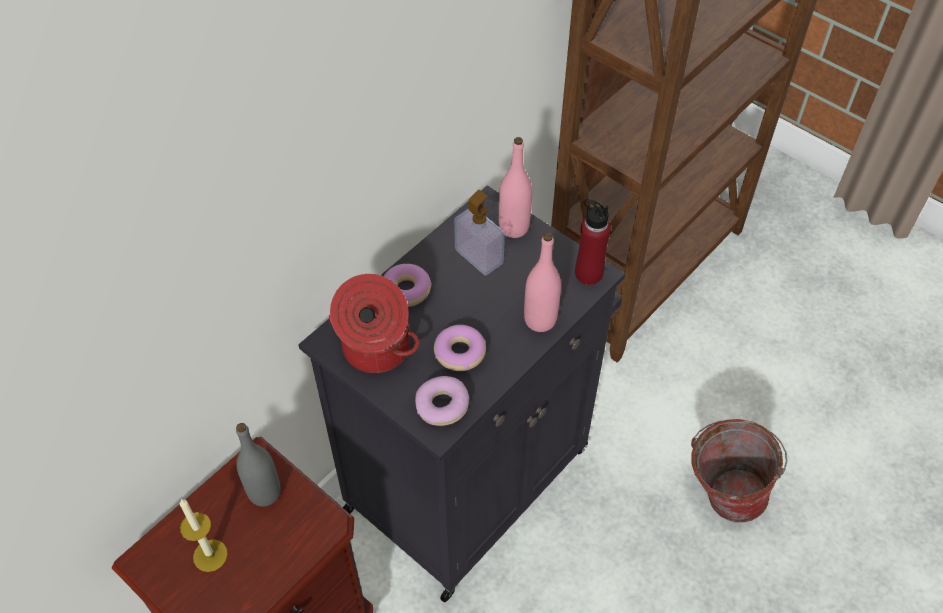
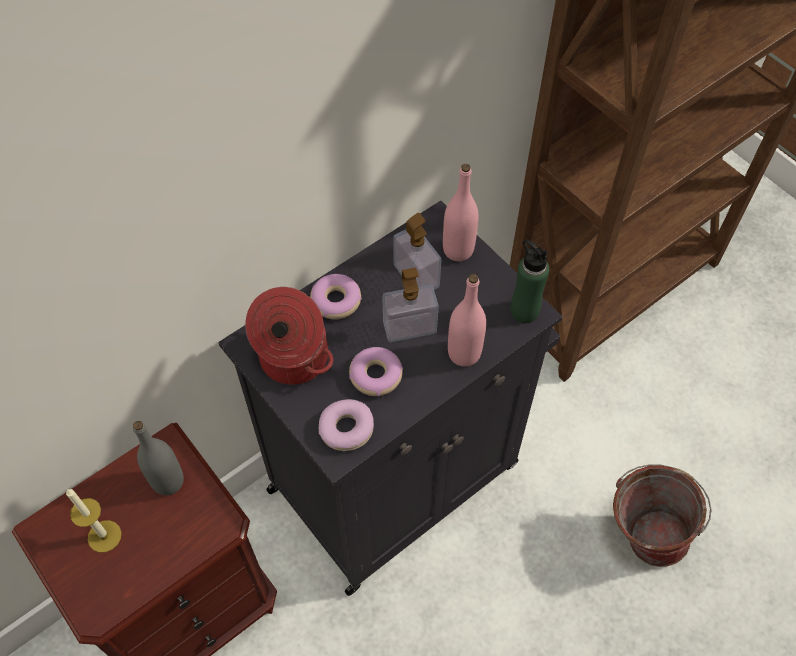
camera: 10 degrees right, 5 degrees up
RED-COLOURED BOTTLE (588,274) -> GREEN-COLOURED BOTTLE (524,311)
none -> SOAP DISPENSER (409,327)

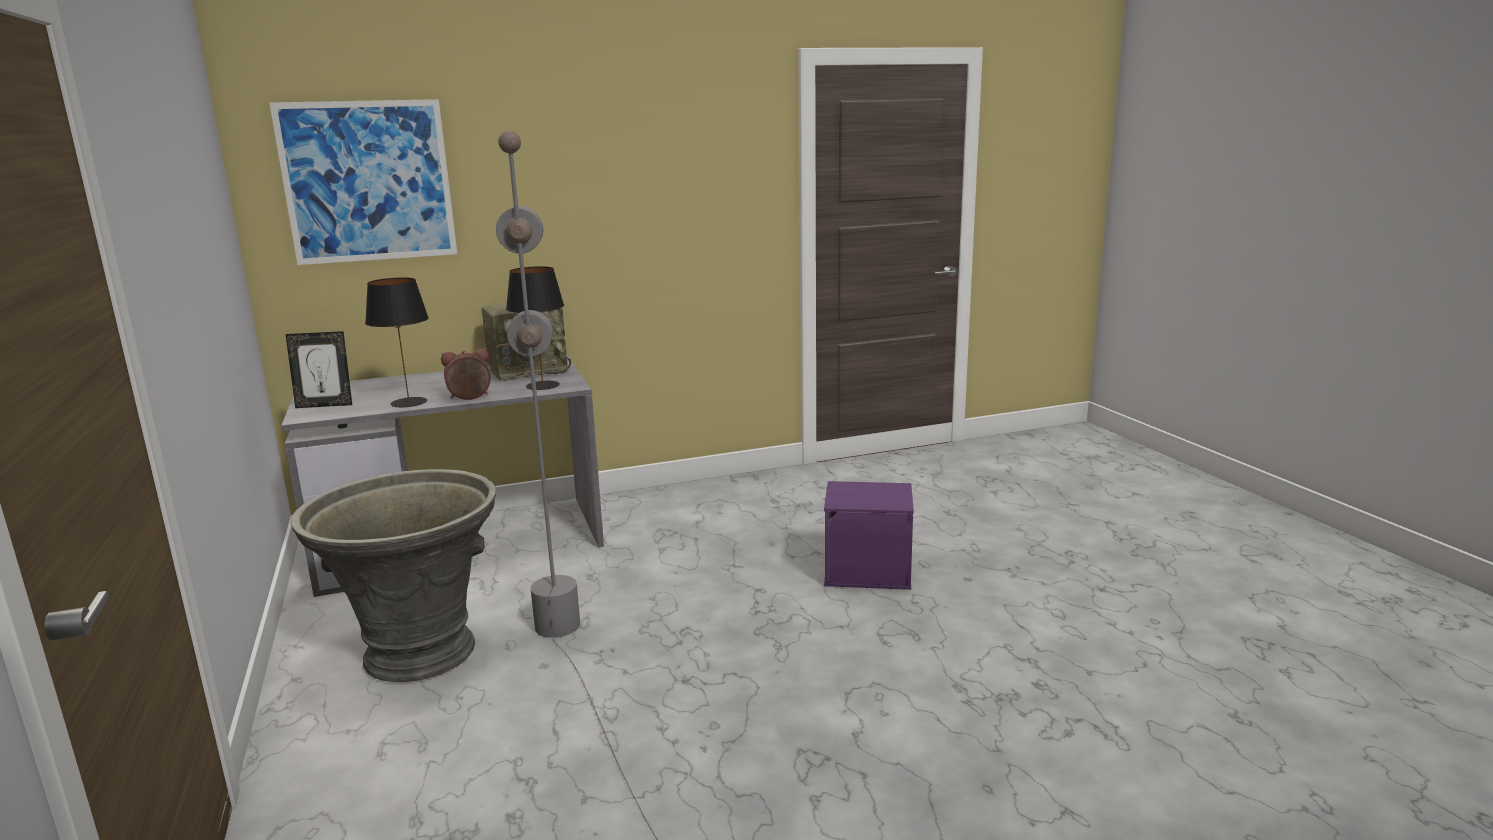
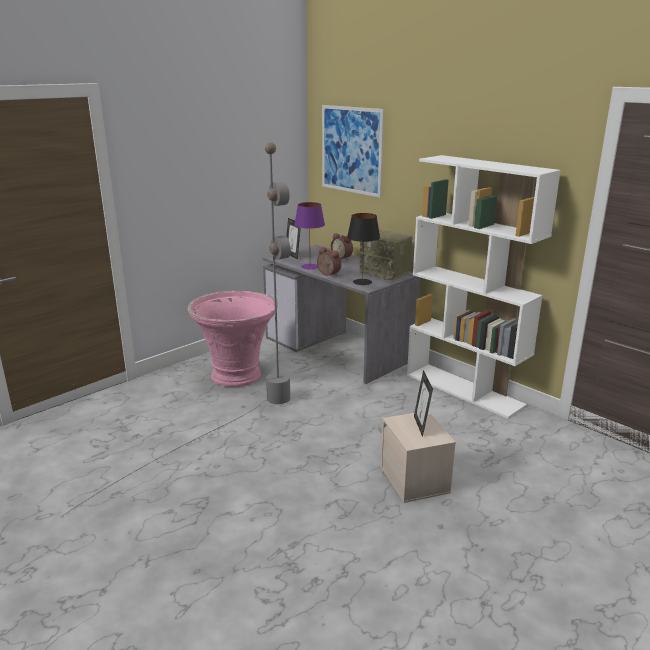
camera: 65 degrees right, 5 degrees up
GRAY PLANTER (420,652) -> PINKISH PLANTER (237,375)
BLACKISH TABLETOP LAMP (408,402) -> PURPLE-COLOURED TABLETOP LAMP (309,266)
PURPLE-COLOURED STORAGE BIN (869,570) -> SAND-COLOURED STORAGE BIN (415,480)
none -> TABLE CLOCK (342,257)
none -> WHITISH BOOKCASE (465,390)
none -> PICTURE FRAME (421,426)

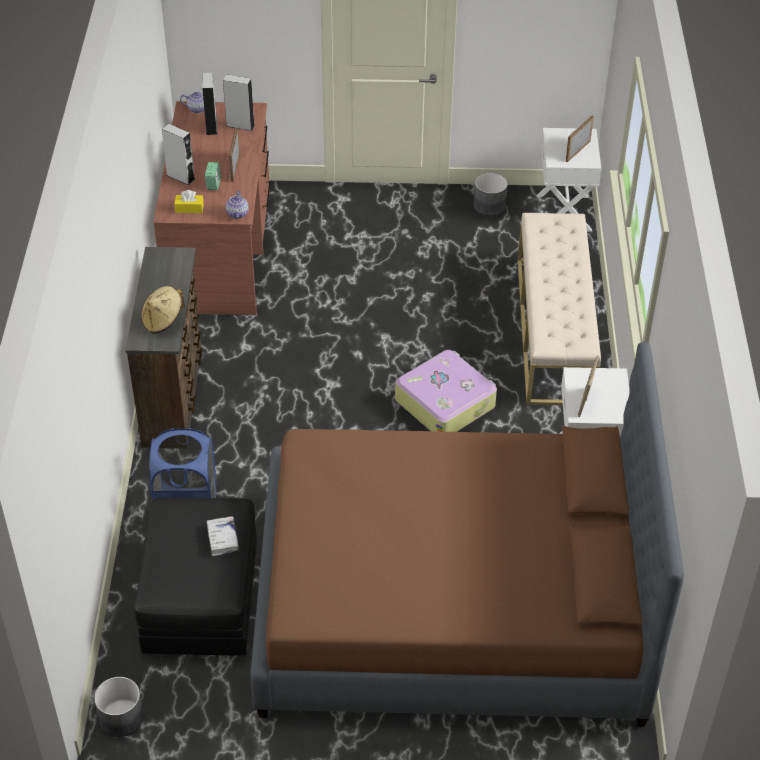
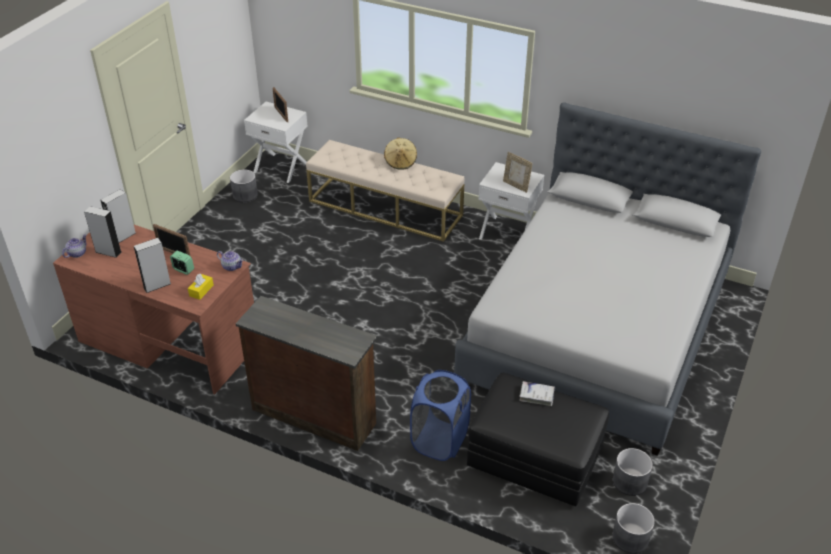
camera: 65 degrees left, 5 degrees down
SAND-COLOURED WEARABLE HAT (163,321) -> SAND-COLOURED WEARABLE HAT (400,162), shifted
BROWNISH SLEEPING BED (450,604) -> GRAY SLEEPING BED (597,330)
SUITCASE (445,402) -> none
none -> GRAY PLANTER (629,482)

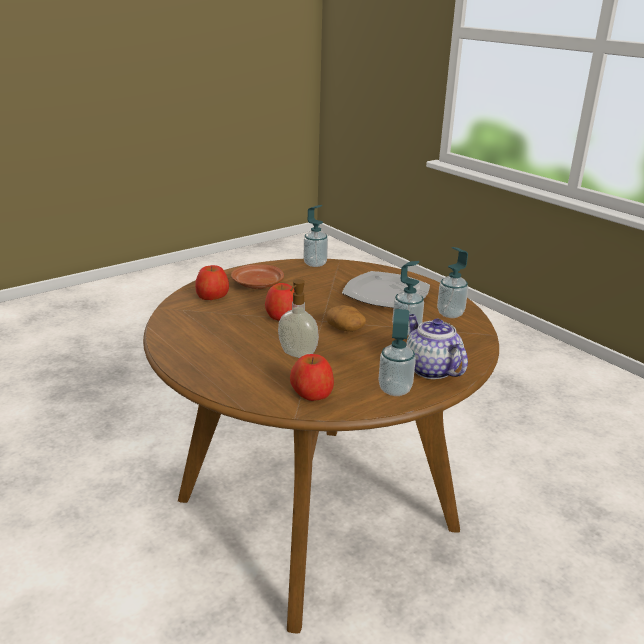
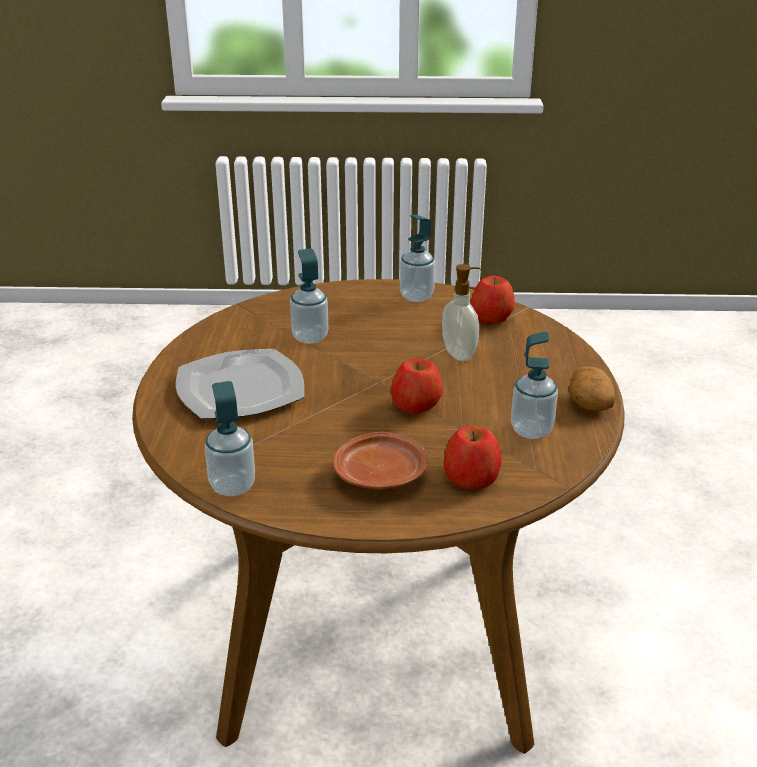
camera: 140 degrees left, 5 degrees up
SPUD (346,329) -> SPUD (589,402), shifted
TEA POT (430,369) -> none
SOAP DISPENSER (450,314) -> SOAP DISPENSER (531,430), shifted

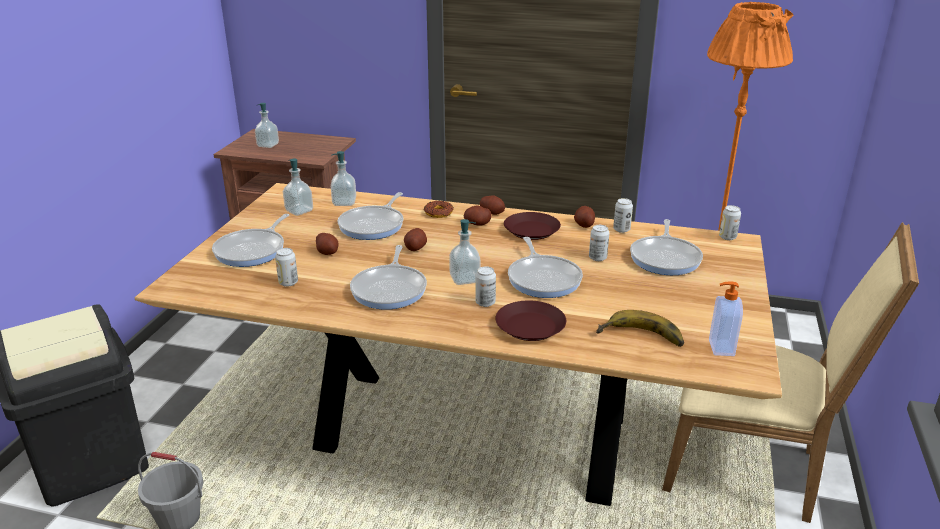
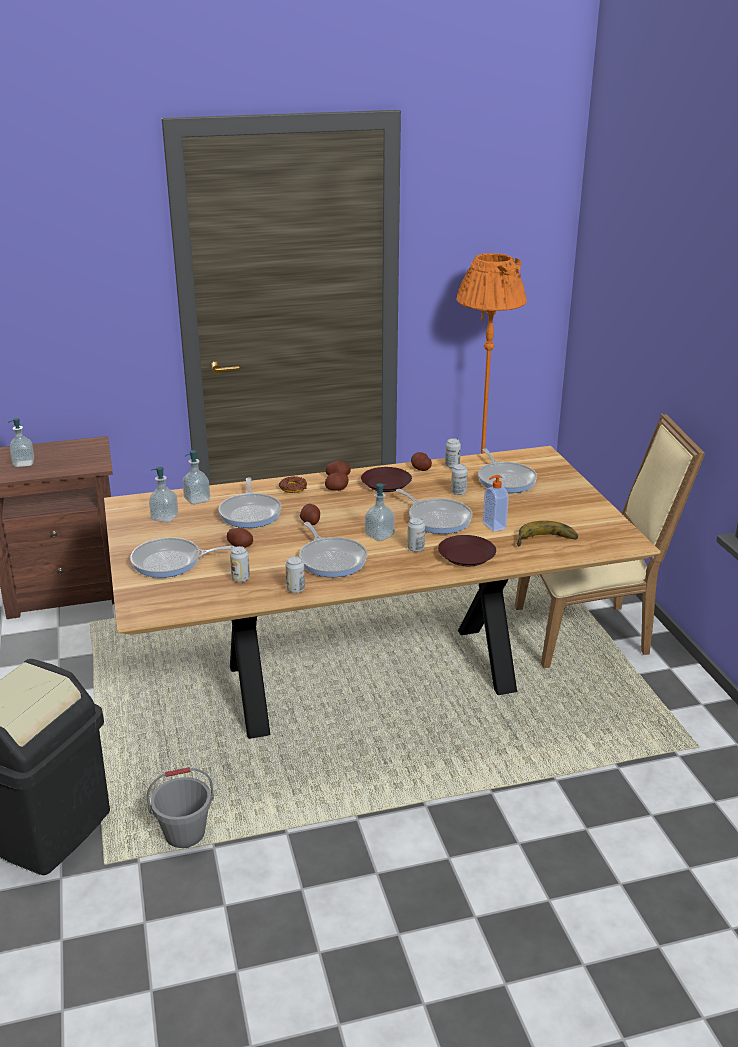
camera: 30 degrees left, 0 degrees up
FRYING PAN (253,250) -> FRYING PAN (171,562), 90 degrees clockwise
SOAP DISPENSER (720,348) -> SOAP DISPENSER (493,526), shifted
METAL CAN (727,237) -> METAL CAN (295,589), shifted

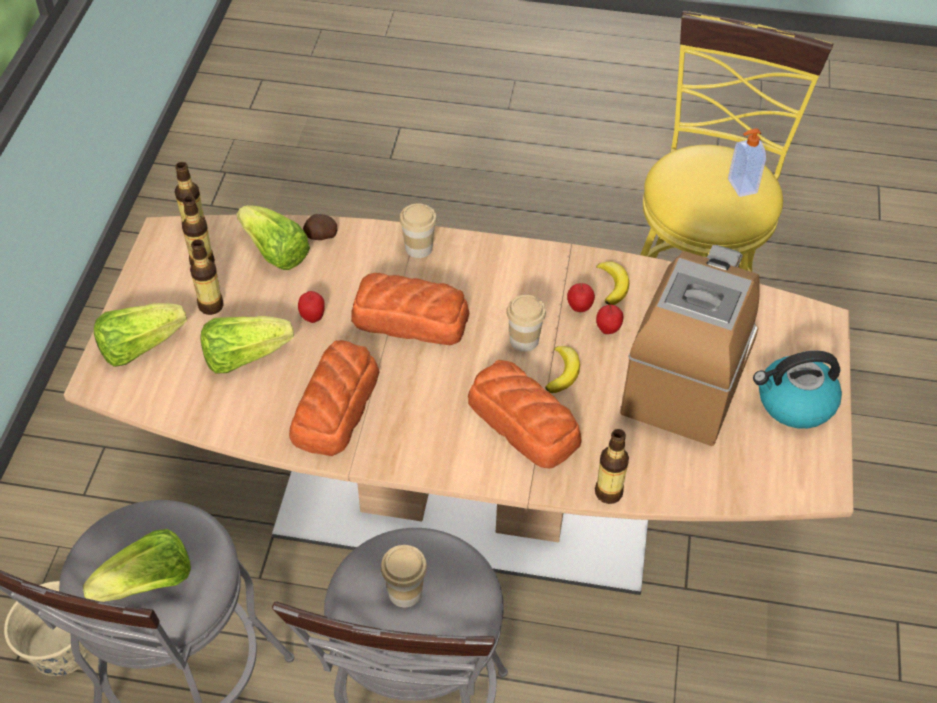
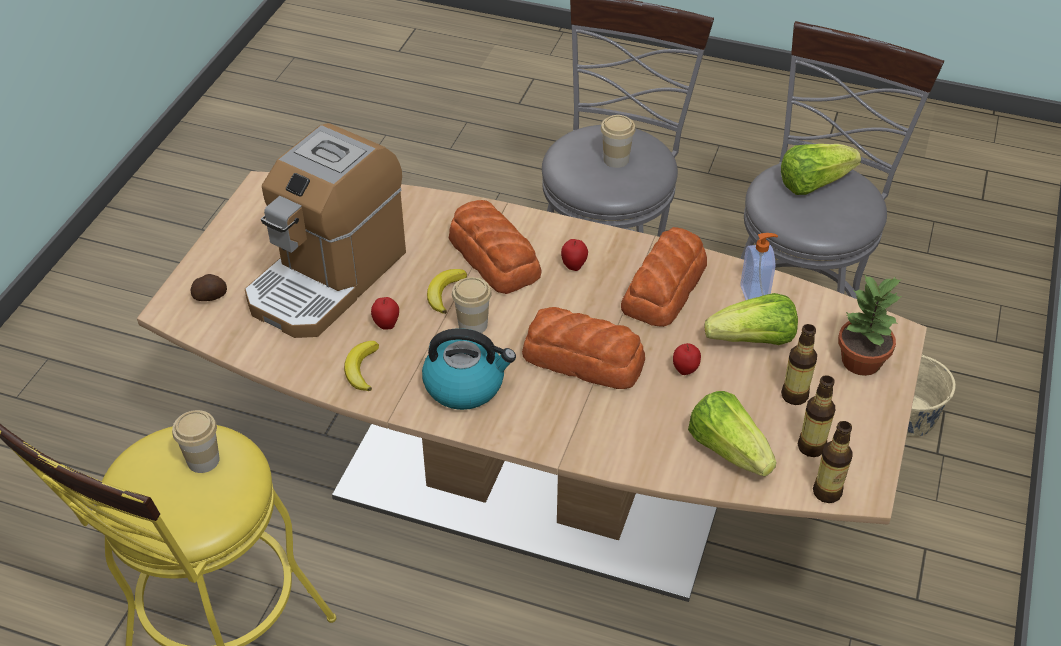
camera: 170 degrees left, 5 degrees down
LETTUCE HEAD (140,346) -> POTTED PLANT (862,362)
SPUD (321,236) -> SPUD (211,297), shifted
SMALL CUP (418,248) -> SMALL CUP (203,460), shifted
APPLE FRUIT (579,308) -> APPLE FRUIT (574,266), shifted
BOTTLE (608,492) -> none
SOAP DISPENSER (741,186) -> SOAP DISPENSER (755,294), shifted
KETTLE (794,403) -> KETTLE (465,385), shifted

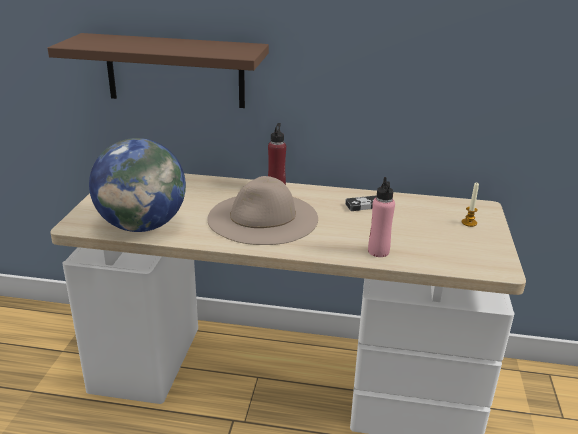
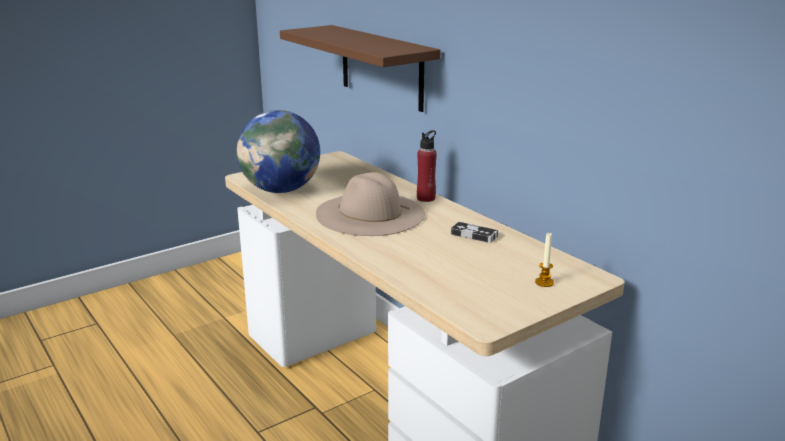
camera: 45 degrees right, 5 degrees down
PINKISH BOTTLE (378,251) -> none

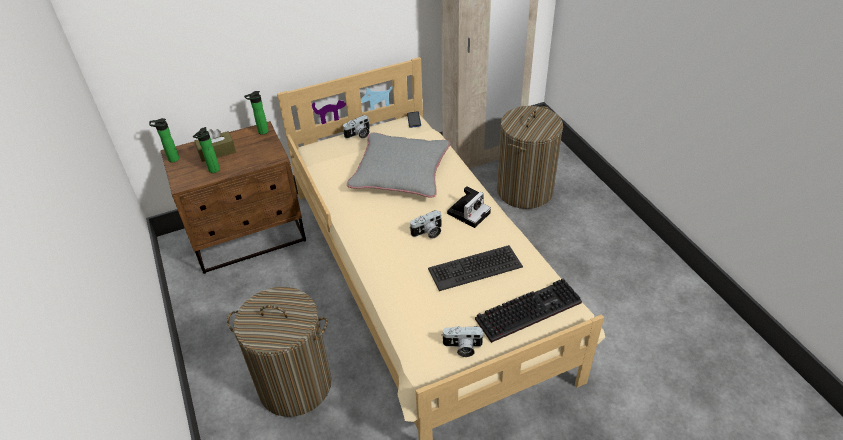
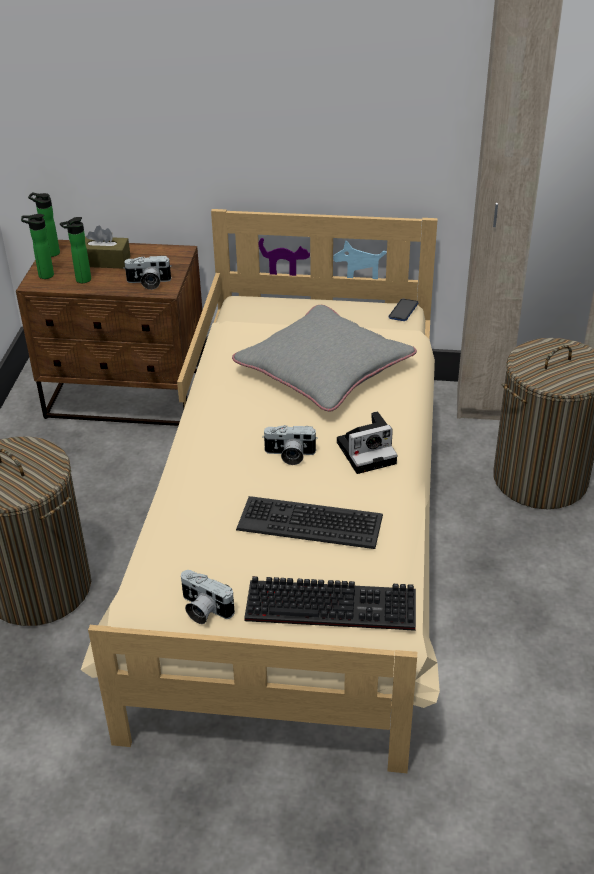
camera: 30 degrees right, 5 degrees down
BOTTLE (261,132) -> BOTTLE (43,275), shifted
STILL CAMERA (358,134) -> STILL CAMERA (148,283), shifted

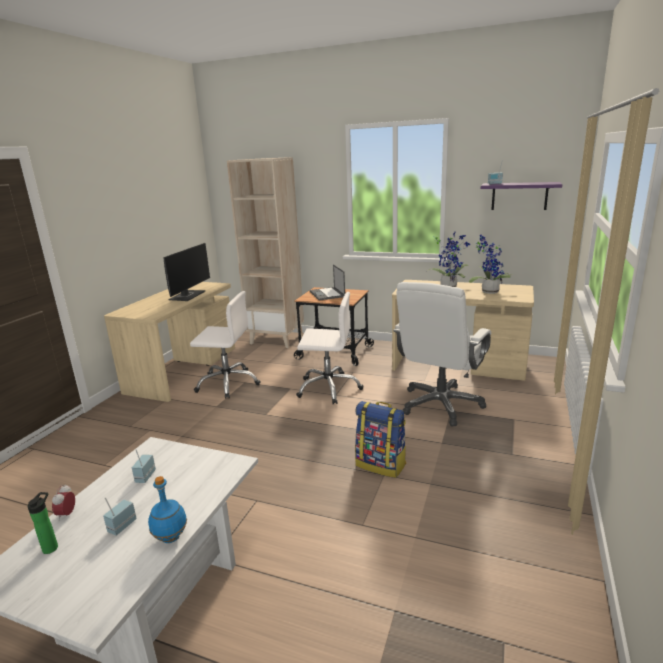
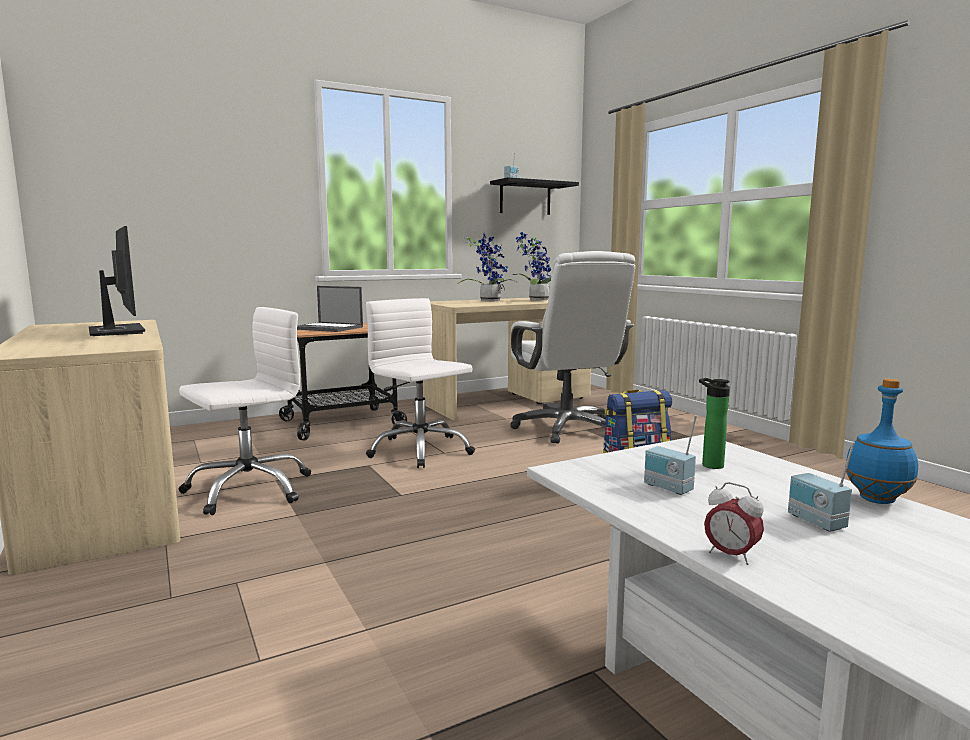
camera: 50 degrees left, 10 degrees down
BOTTLE (52,547) -> BOTTLE (709,465), shifted
SAND-COLOURED BOOKCASE (277,339) -> none
WHITISH DESK CHAIR (328,388) -> WHITISH DESK CHAIR (420,450), 90 degrees counterclockwise
PURPLE-COLOURED WALL SHELF (519,196) -> BLACKISH WALL SHELF (525,198)

